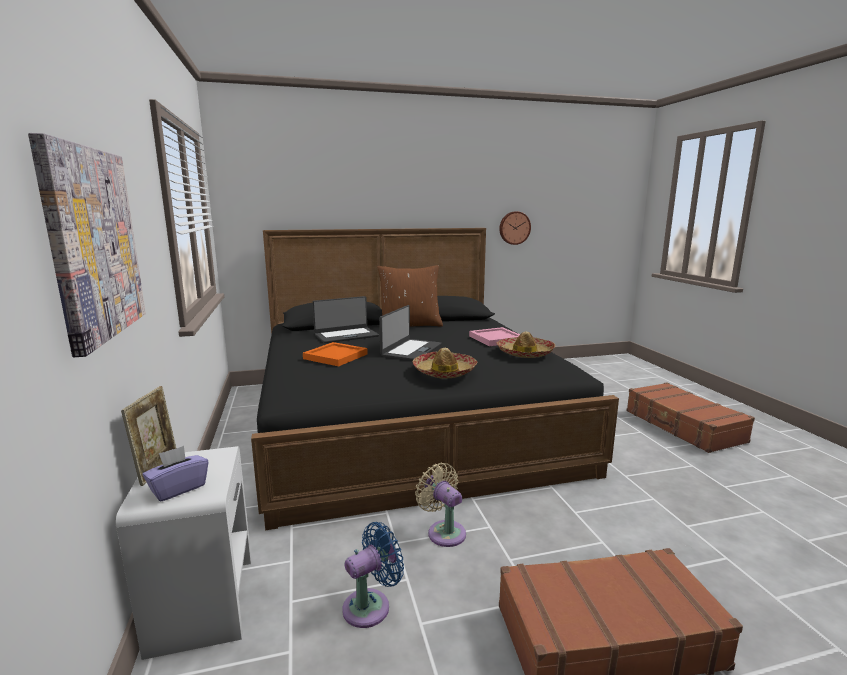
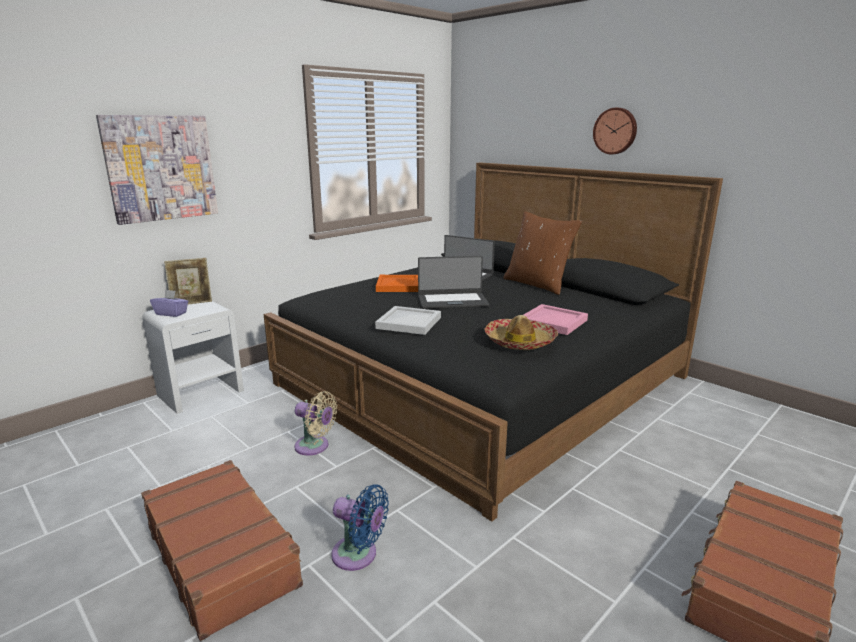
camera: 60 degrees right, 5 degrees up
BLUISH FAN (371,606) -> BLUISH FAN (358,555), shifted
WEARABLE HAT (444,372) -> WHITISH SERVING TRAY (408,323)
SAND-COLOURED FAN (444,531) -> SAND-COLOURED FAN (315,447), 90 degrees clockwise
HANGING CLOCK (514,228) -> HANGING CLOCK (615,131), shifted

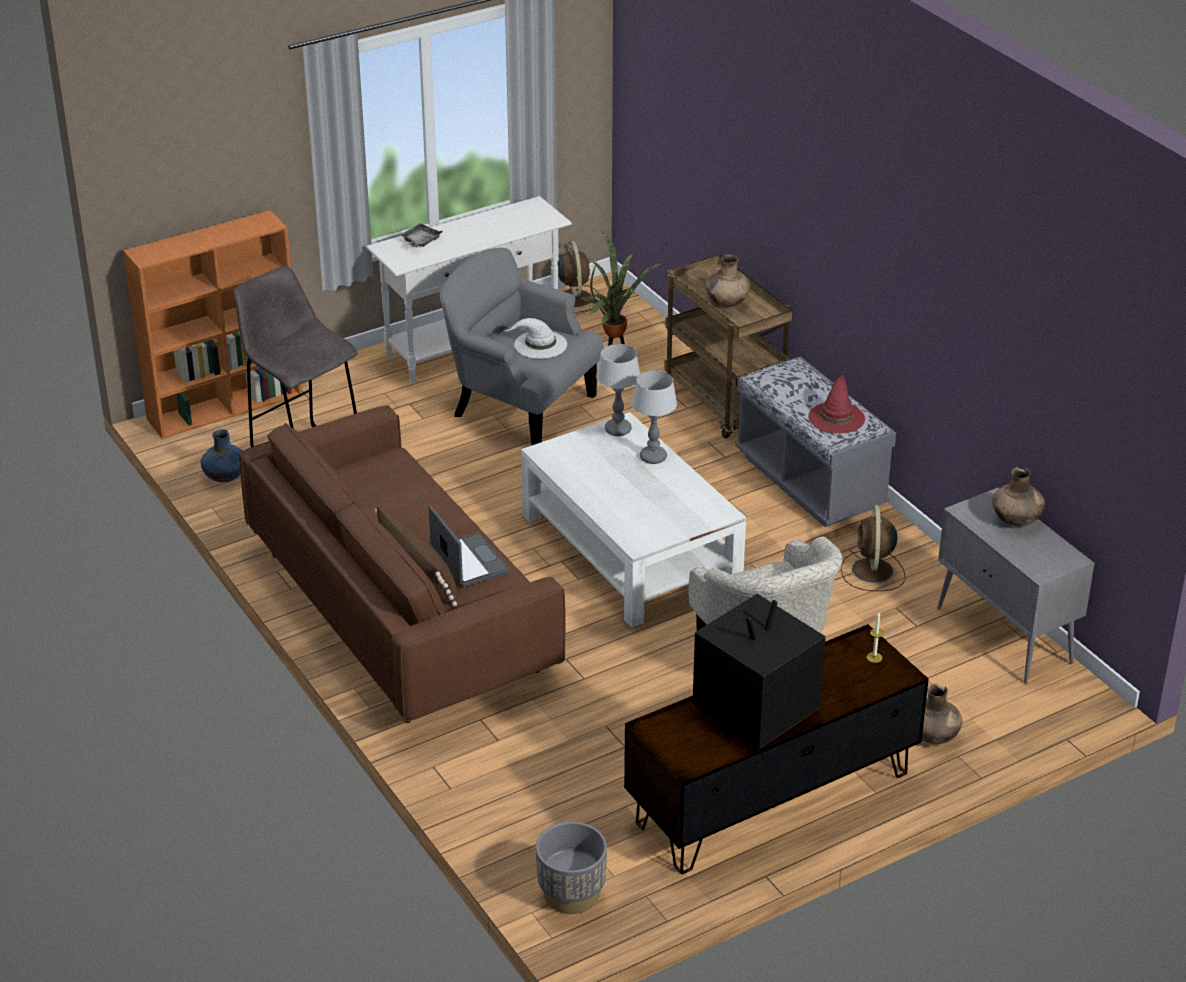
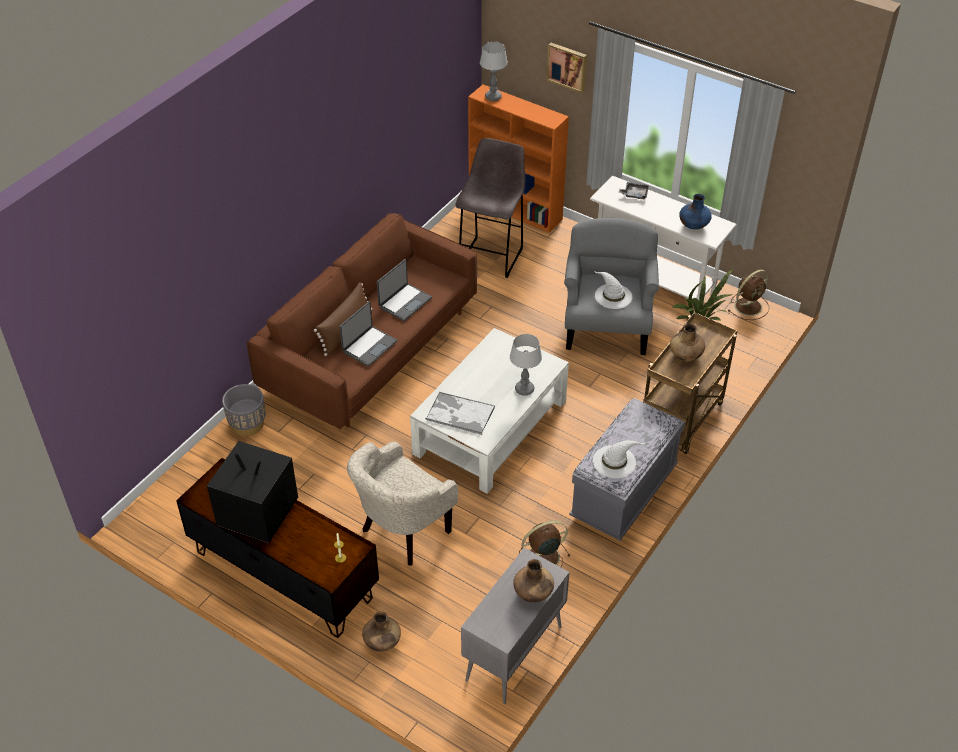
camera: 65 degrees right, 10 degrees up
BLUISH DECORATIVE VASE (225,478) -> BLUISH DECORATIVE VASE (693,226), shifted
GRAY PLANTER (571,894) -> GRAY PLANTER (247,424), shifted
TABLETOP LAMP (617,430) -> TABLETOP LAMP (493,97), shifted
RED-COLOURED WEARABLE HAT (836,417) -> WHITISH WEARABLE HAT (615,461)
none -> NOTEBOOK COMPUTER (404,302)
none -> SERVING TRAY (459,414)
none -> PICTURE (567,66)

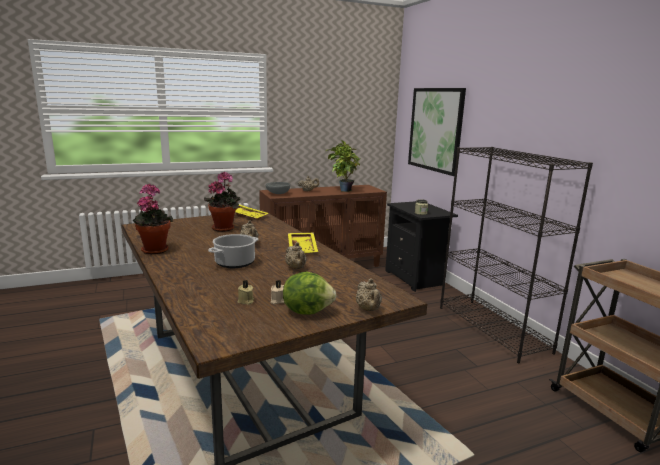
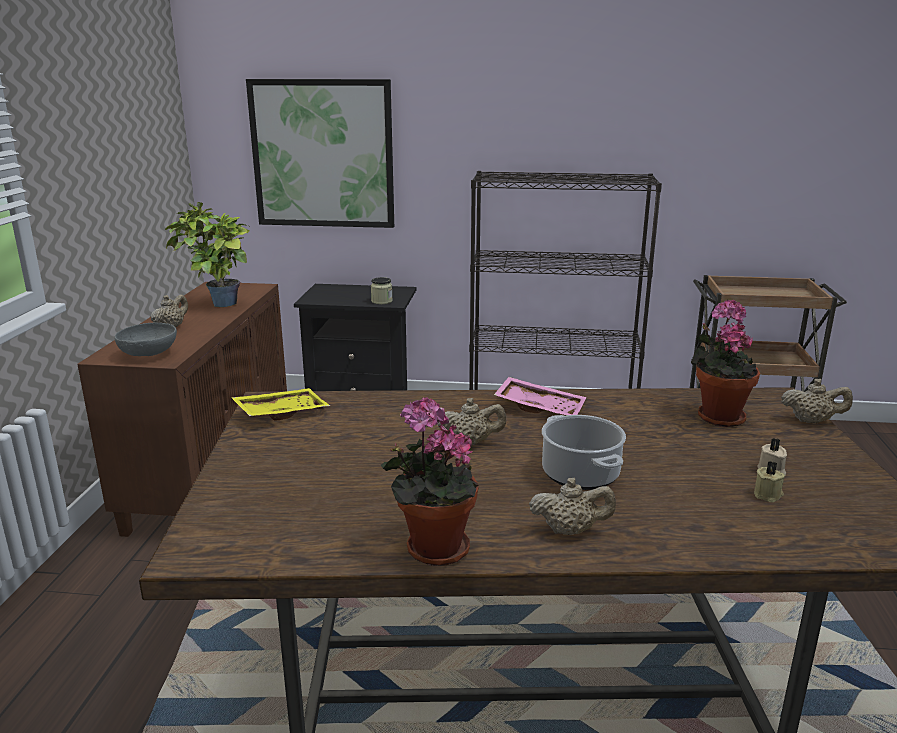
camera: 60 degrees left, 5 degrees up
POTTED PLANT (224,228) -> POTTED PLANT (717,416), shifted
LETTUCE HEAD (307,311) -> none
SAND-COLOURED TEA POT (296,268) -> SAND-COLOURED TEA POT (570,530), shifted
YELLOW SERVING TRAY (303,248) -> PINKISH SERVING TRAY (540,407)

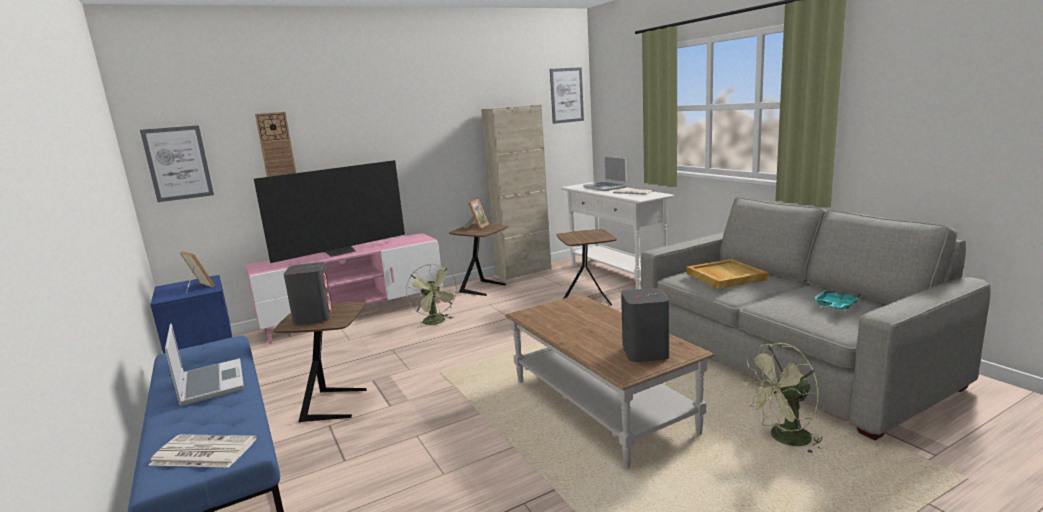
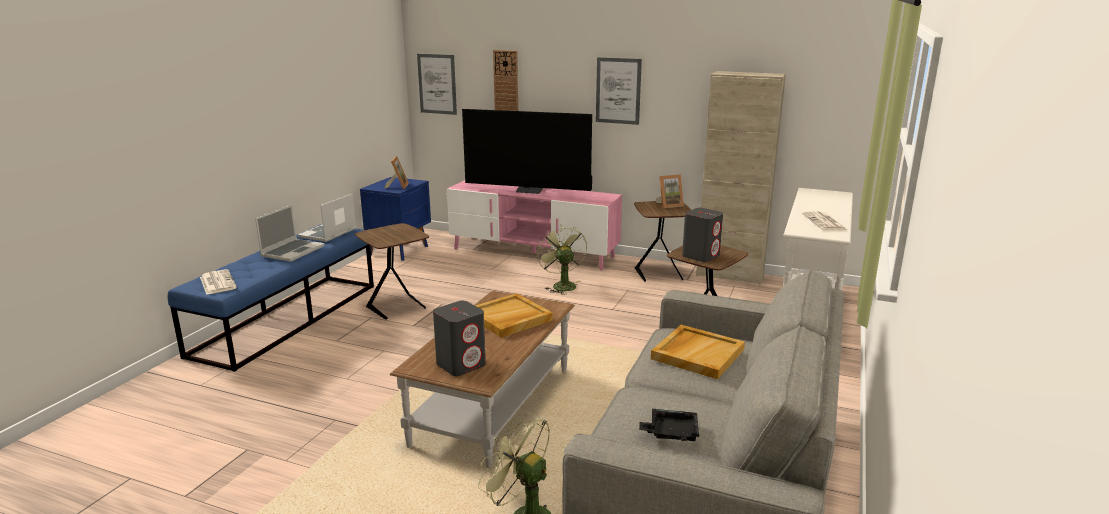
camera: 50 degrees right, 5 degrees up
GRAY LOUDSPEAKER (313,317) -> GRAY LOUDSPEAKER (701,256), shifted
GREEN-COLOURED FAN (436,322) -> GREEN-COLOURED FAN (561,285), 135 degrees clockwise
PICTURE (566,95) -> PICTURE (618,91), shifted
NOTEBOOK COMPUTER (605,187) -> NOTEBOOK COMPUTER (328,233), shifted
BLUE-GREEN SERVING TRAY (835,306) -> BLACKISH SERVING TRAY (671,432)
none -> SAND-COLOURED SERVING TRAY (509,318)

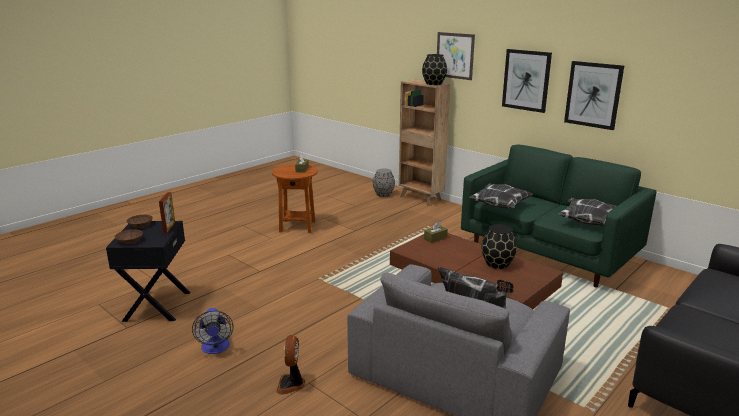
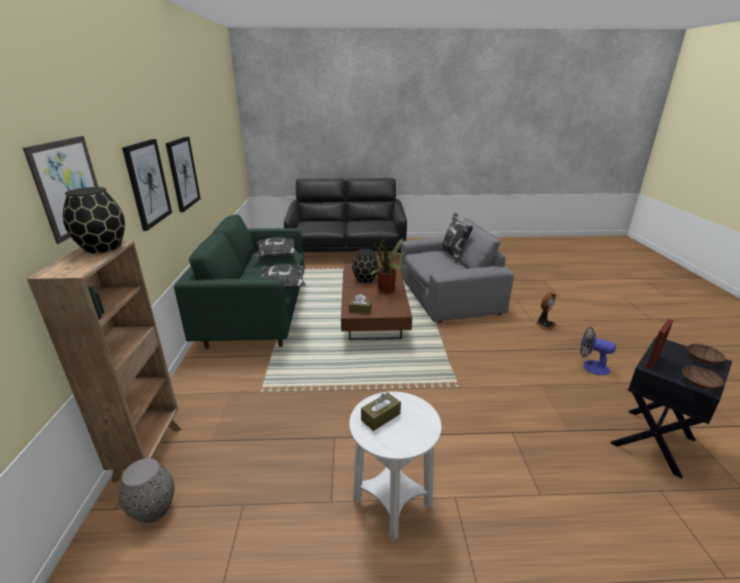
camera: 135 degrees left, 5 degrees up
FAN (216,348) -> FAN (590,366), 90 degrees counterclockwise
BROWNISH END TABLE (297,227) -> WHITISH END TABLE (392,503)
none -> POTTED PLANT (388,290)

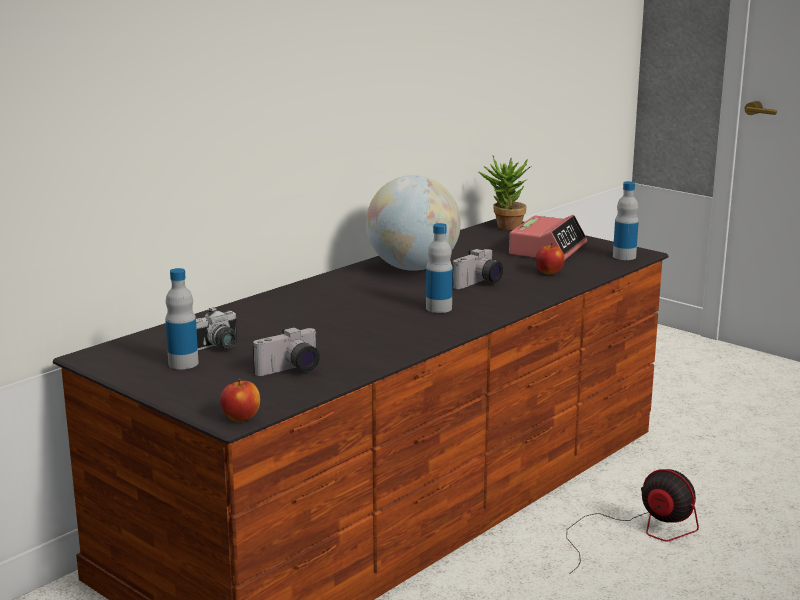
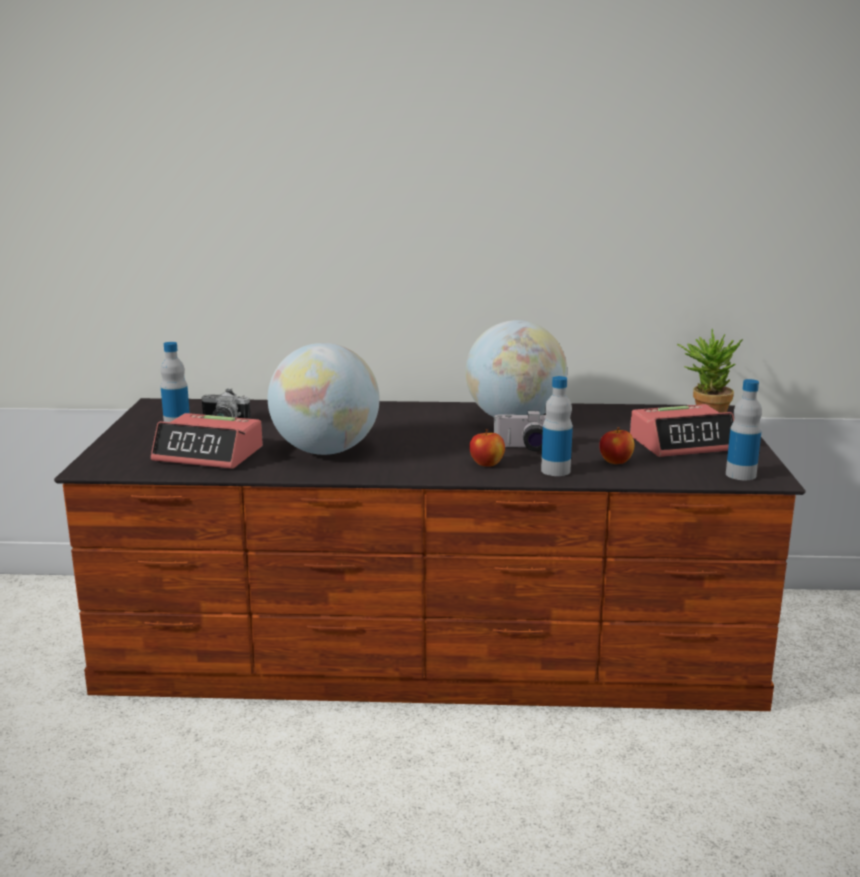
camera: 50 degrees right, 0 degrees up
APPLE FRUIT (241,418) -> APPLE FRUIT (487,464), shifted
STILL CAMERA (291,370) -> TABLE CLOCK (209,454)
BOTTLE (438,308) -> BOTTLE (555,470), shifted
FAN (637,532) -> none
none -> WORLD GLOBE (325,451)

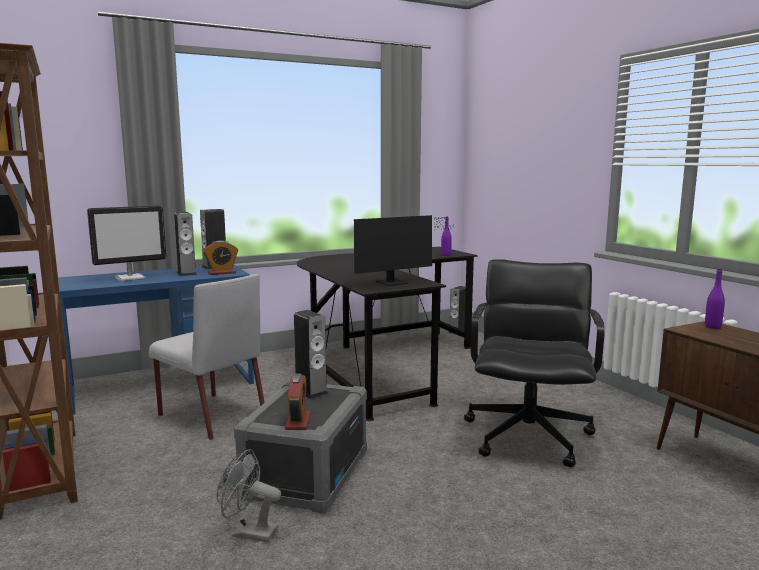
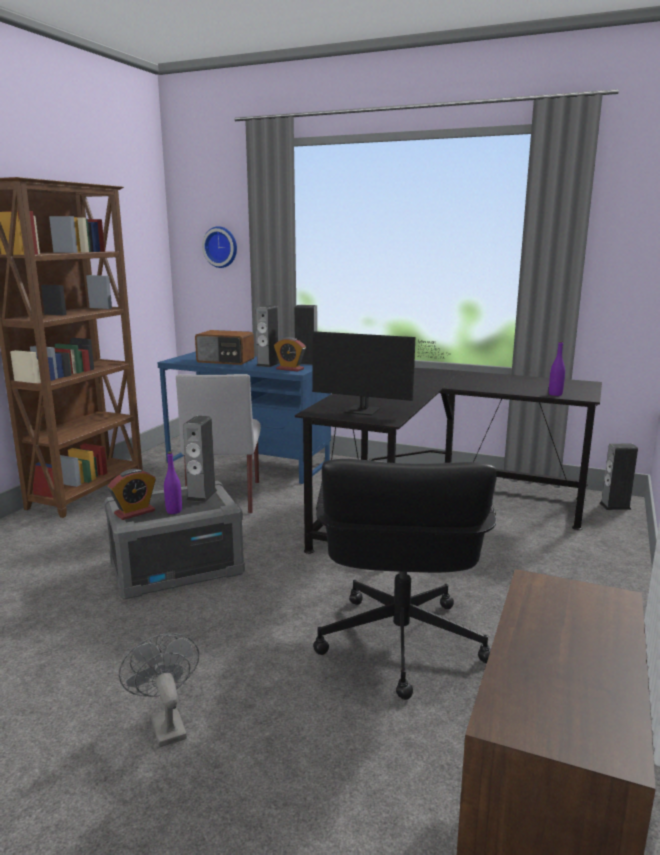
camera: 50 degrees right, 5 degrees up
MONITOR (131,278) -> RADIO RECEIVER (225,361)
GRAY FAN (248,533) -> GRAY FAN (165,723), shifted
BLACKISH DESK CHAIR (529,436) -> BLACKISH DESK CHAIR (399,643), 120 degrees clockwise
PURPLE-COLOURED BOTTLE (712,327) -> PURPLE-COLOURED BOTTLE (174,511), shifted
none -> HANGING CLOCK (221,247)

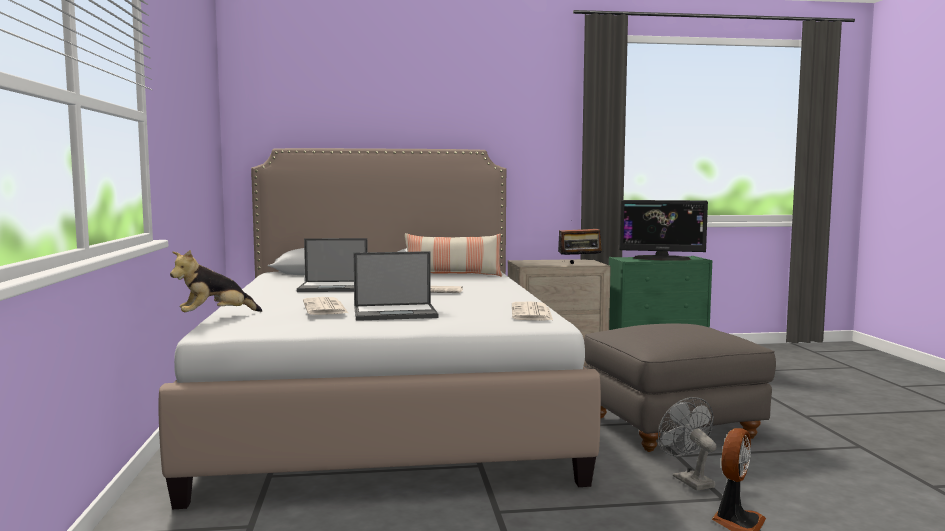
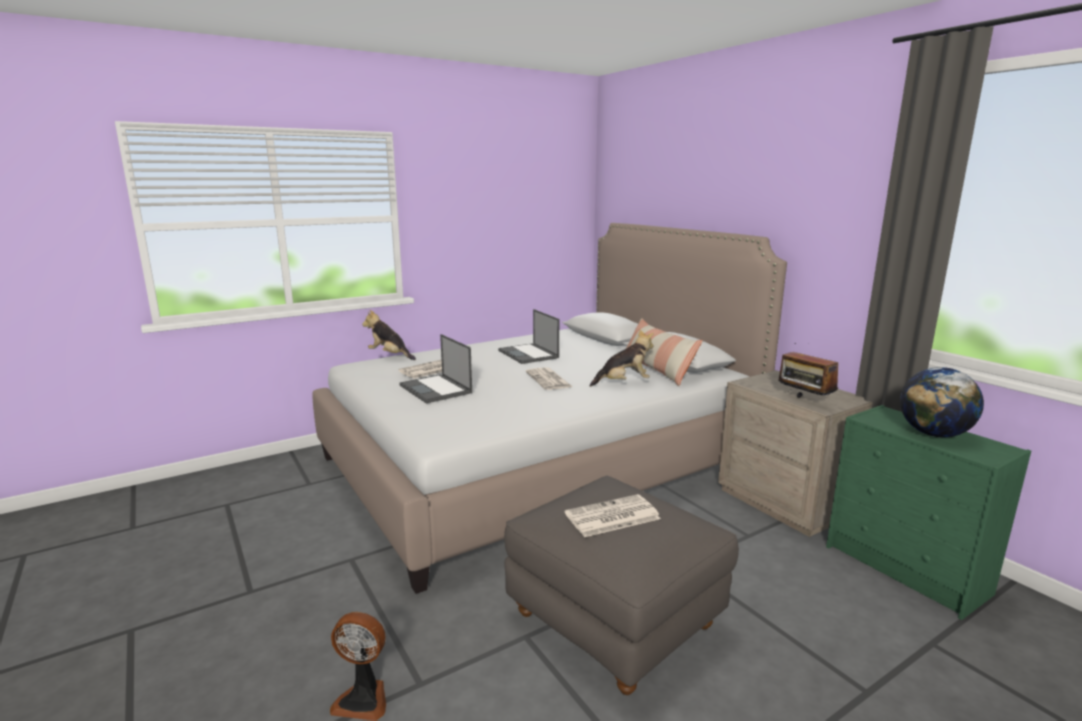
camera: 65 degrees right, 10 degrees up
NEWSPAPER (532,313) -> NEWSPAPER (611,517), shifted
MONITOR (662,258) -> WORLD GLOBE (934,434)
GRAY FAN (688,480) -> none
none -> SOFT TOY (623,383)

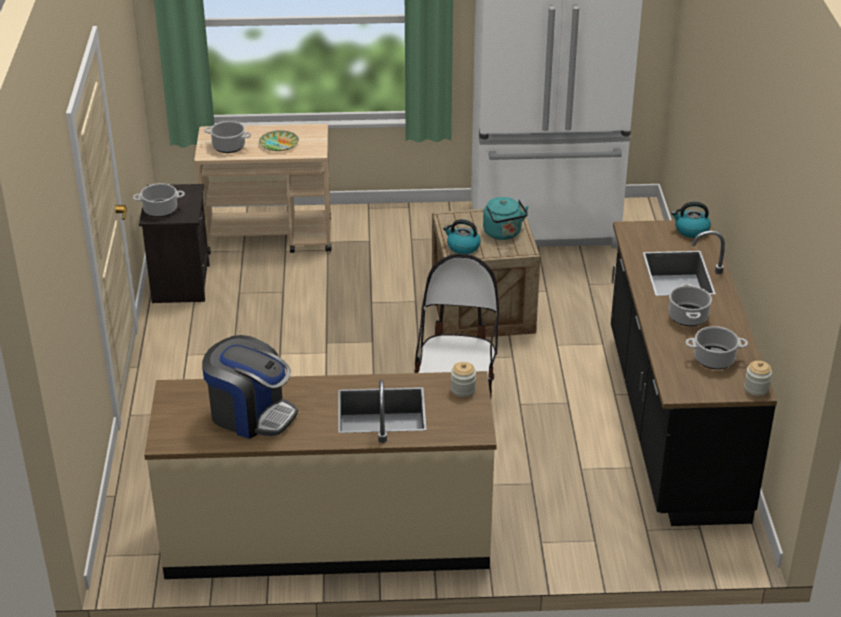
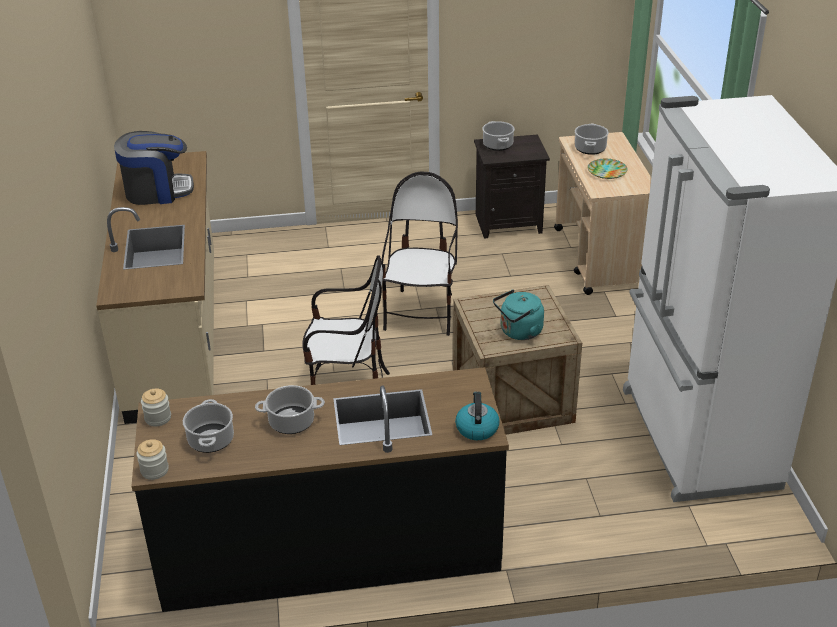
camera: 85 degrees right, 0 degrees up
COFFEE BREWER (251,414) -> COFFEE BREWER (157,191), 120 degrees counterclockwise
KETTLE (462,247) -> none
PRESERVE JAR (463,389) -> PRESERVE JAR (158,418), shifted
none -> CHAIR (421,313)

